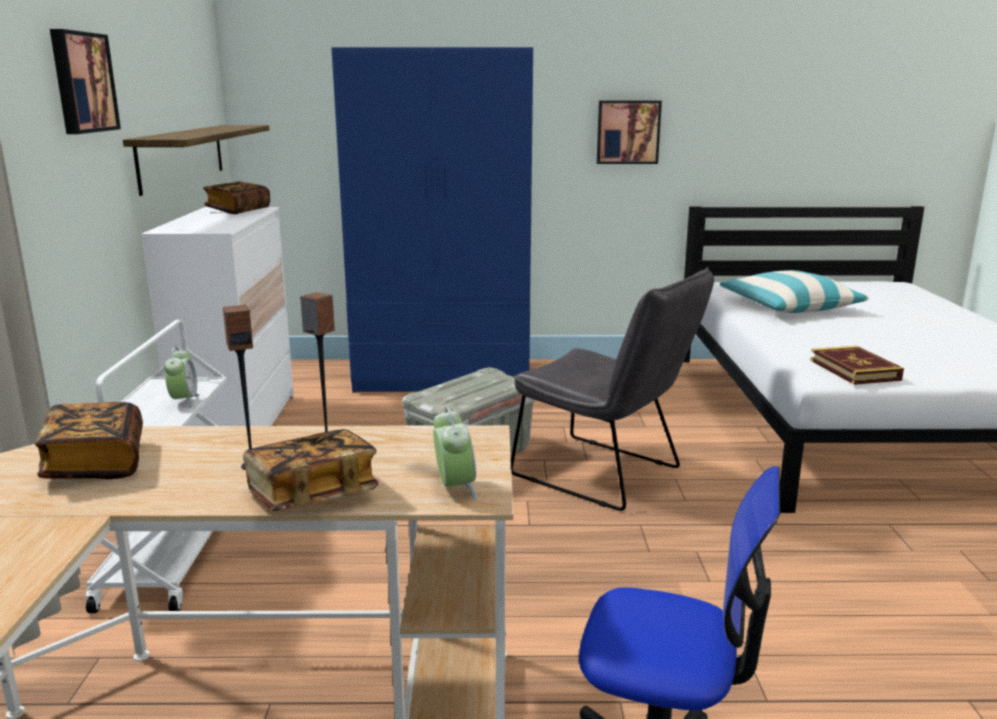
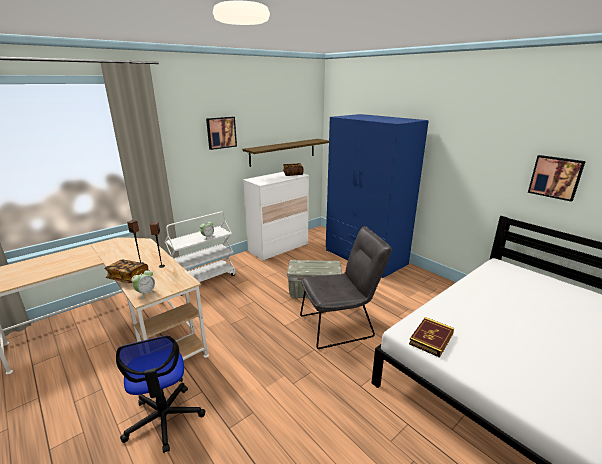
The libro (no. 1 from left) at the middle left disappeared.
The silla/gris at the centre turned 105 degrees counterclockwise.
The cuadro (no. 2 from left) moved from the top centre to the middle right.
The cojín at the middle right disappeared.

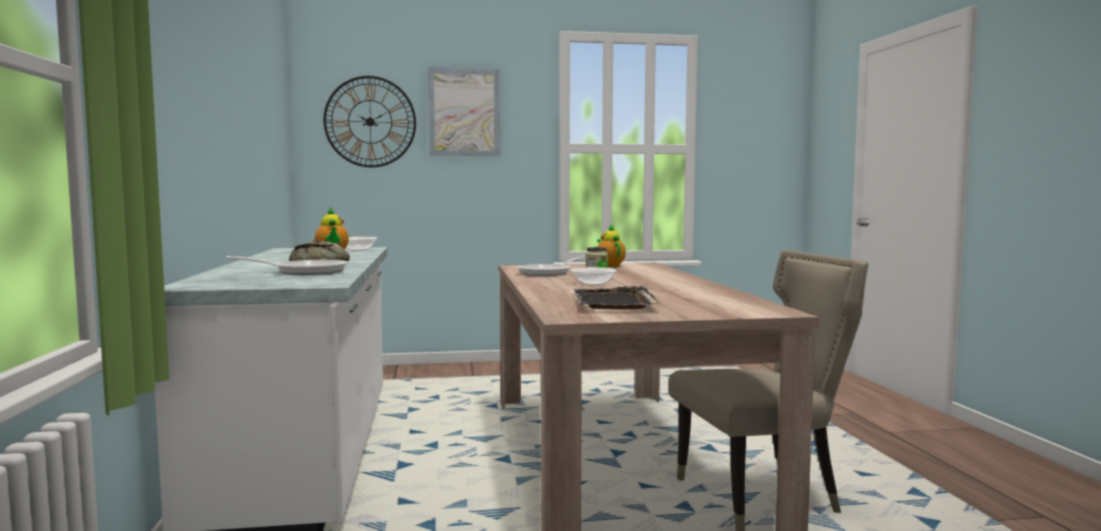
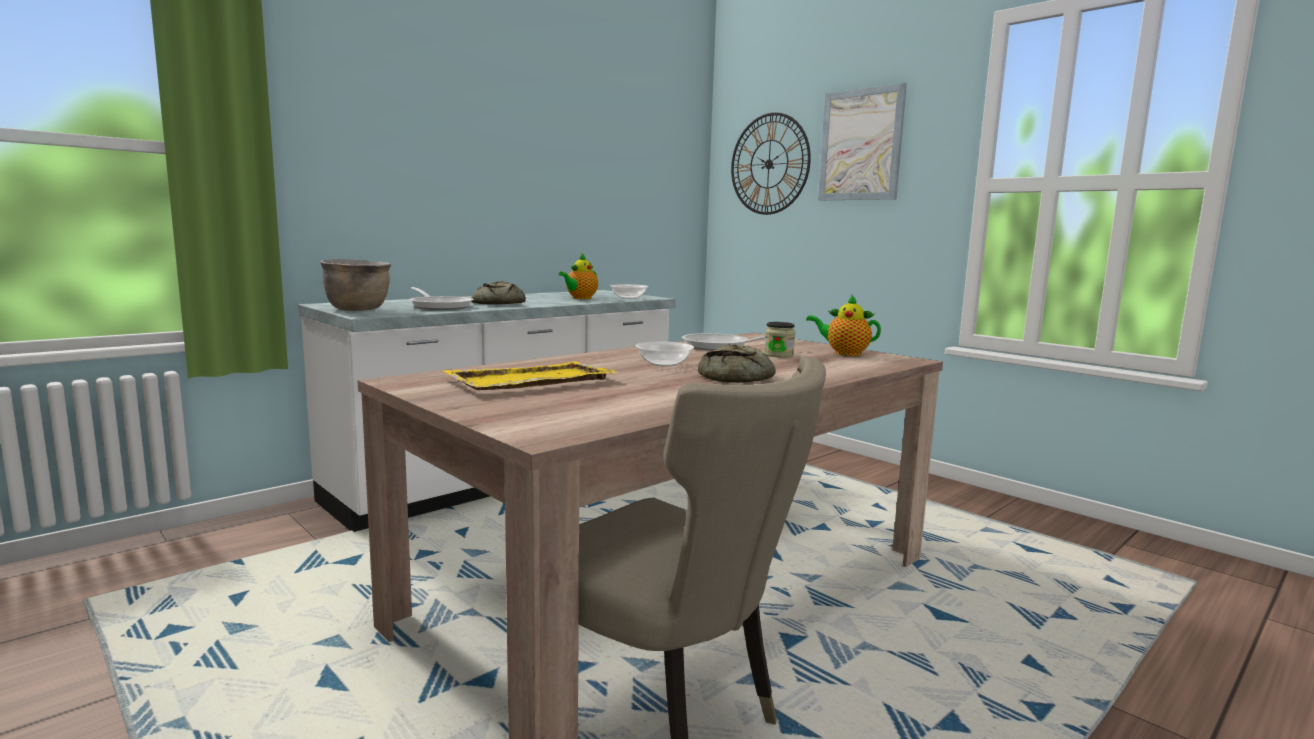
The bandeja/negro at the centre became the bandeja/amarillo at the centre.
The tetera (no. 2 from left) at the centre turned 105 degrees counterclockwise.
The olla/marrón at the middle left appeared.
The pan (no. 2 from left) at the centre appeared.

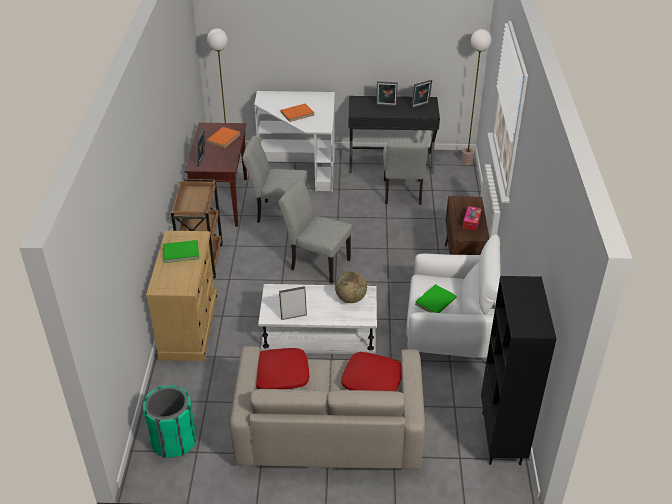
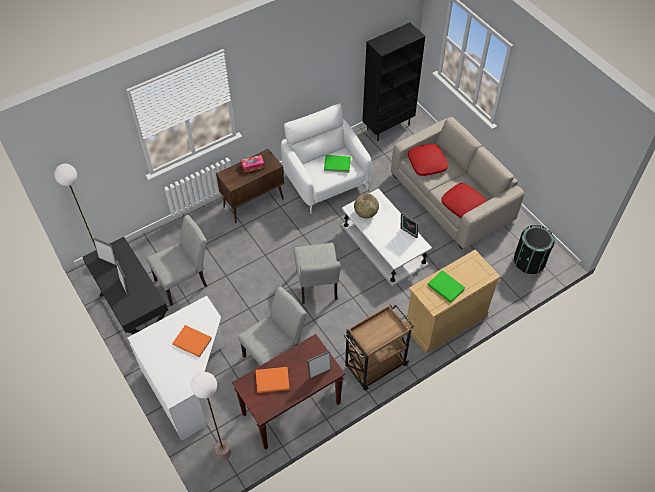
The papelera/verde at the bottom left became the papelera/negro at the middle right.
The silla/gris (no. 1 from left in the first image) at the centre turned 105 degrees counterclockwise.

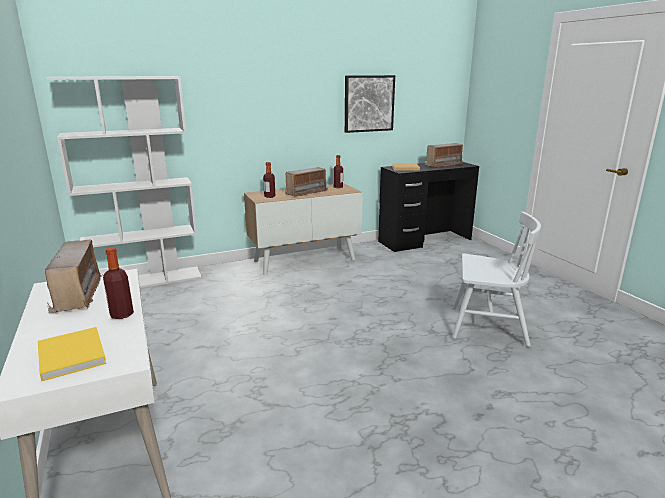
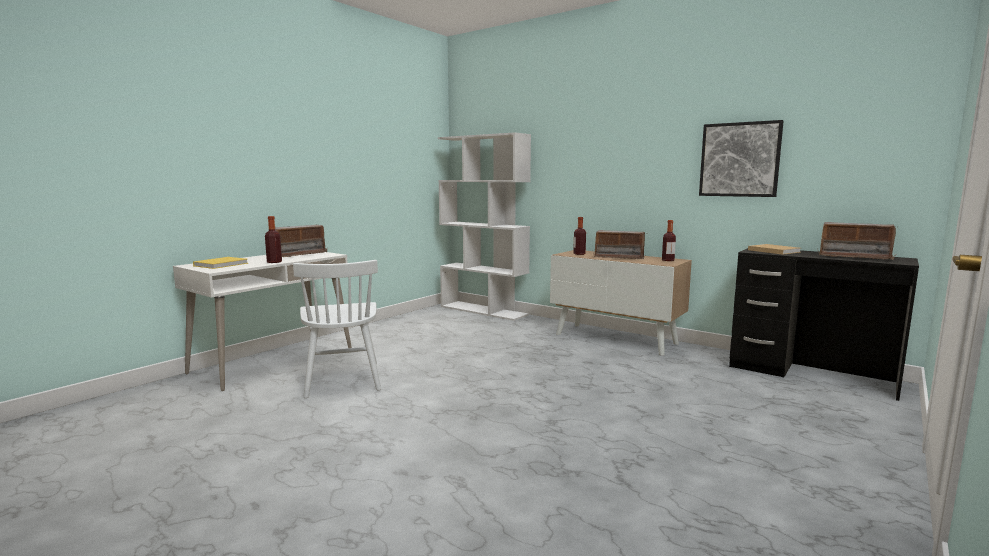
The silla/blanco moved from the middle right to the centre.

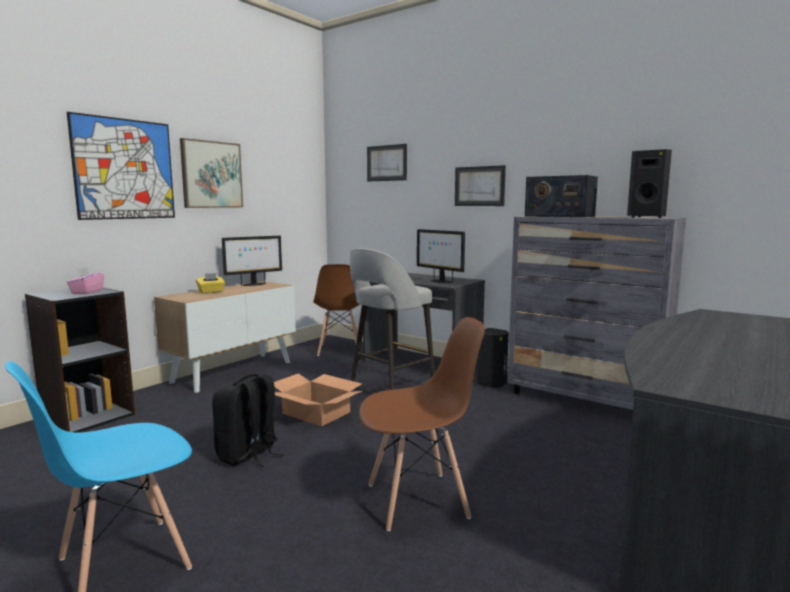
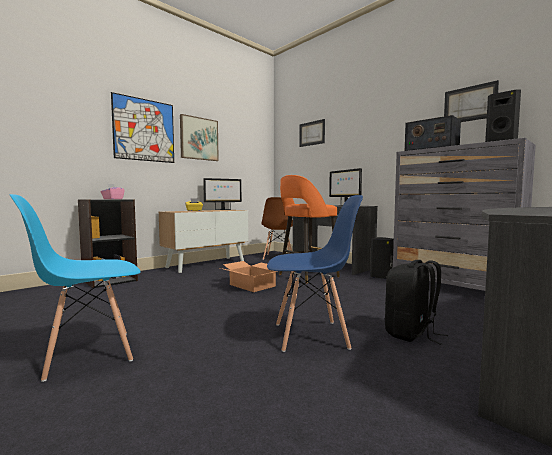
The mochila/negro moved from the bottom left to the middle right.
The taburete/gris at the centre became the taburete/naranja at the centre.
The silla/marrón (no. 2 from left) at the bottom centre became the silla/azul (no. 2 from left) at the centre.
The cuadro (no. 4 from left) moved from the top centre to the top right.

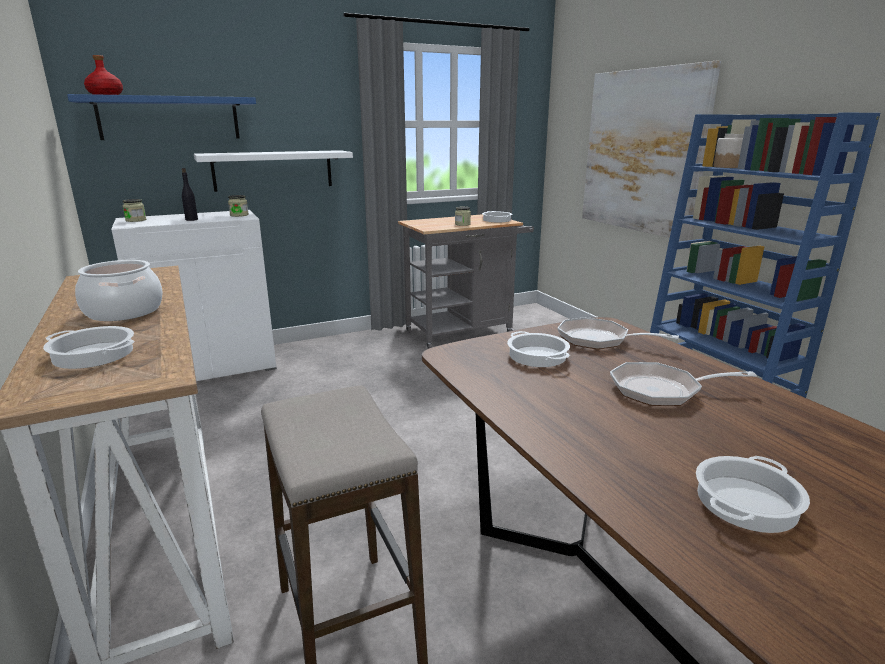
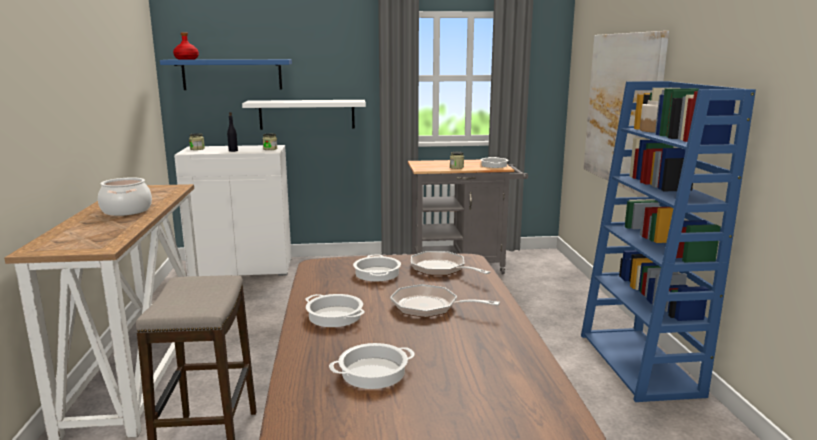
The olla (no. 1 from left in the first image) moved from the middle left to the bottom centre.

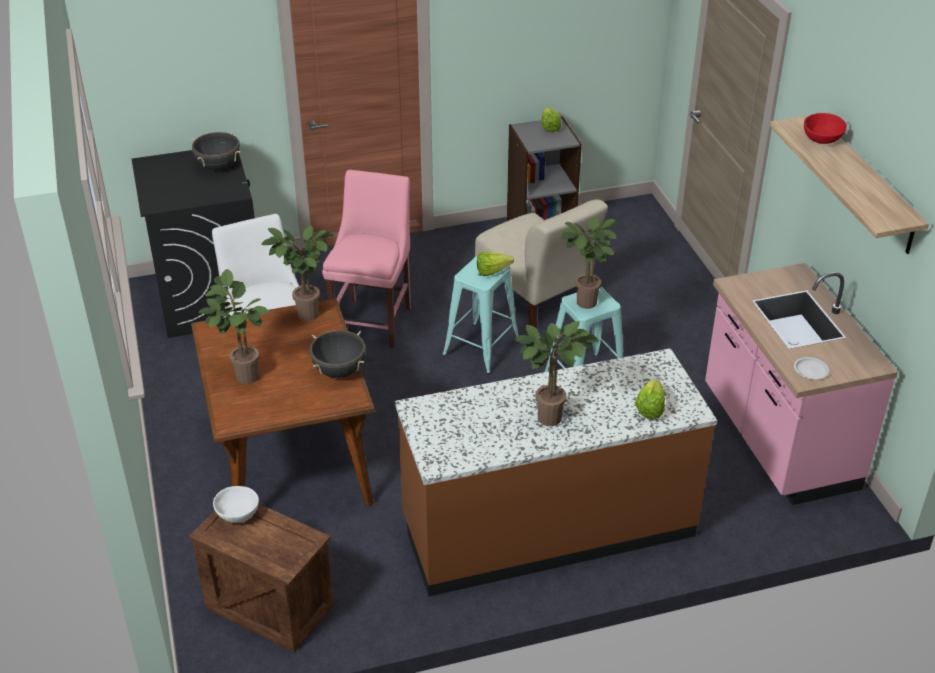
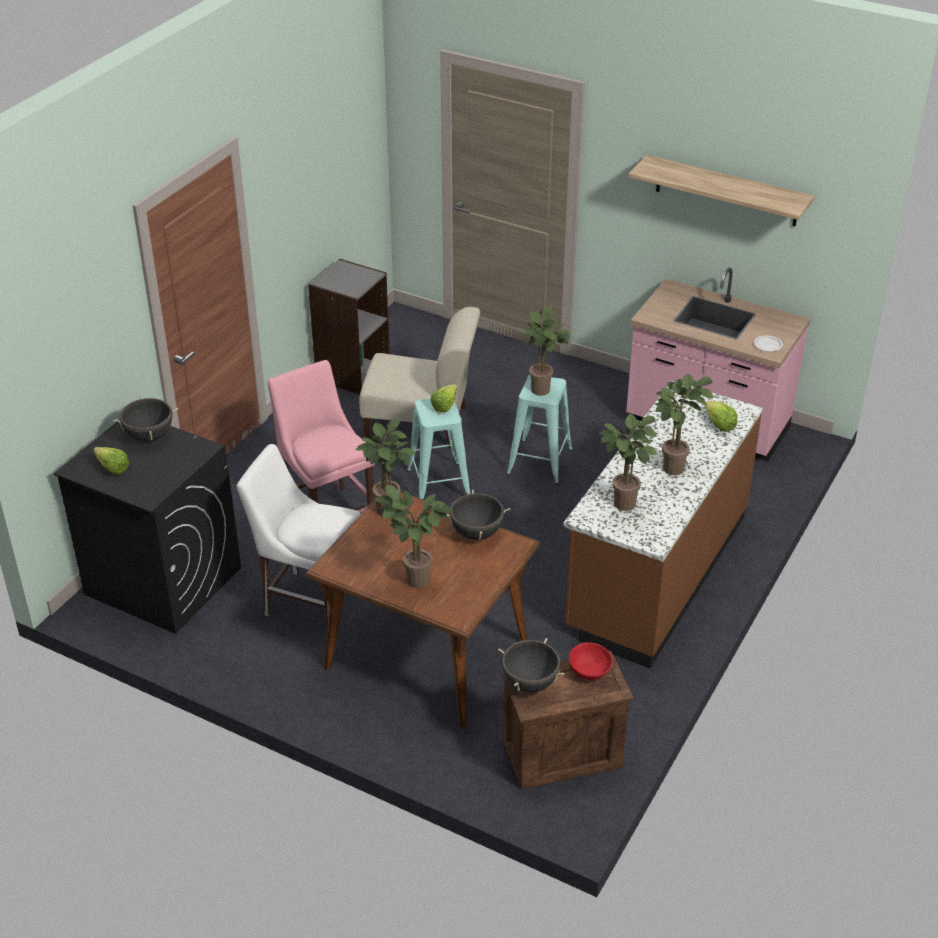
The cuenco/blanco at the bottom left was replaced by the olla/negro (no. 3 from left) at the bottom centre.
The lechuga (no. 2 from left in the first image) moved from the top centre to the middle left.
The cuenco/rojo moved from the top right to the bottom centre.
The planta en maceta (no. 4 from left) at the middle right appeared.

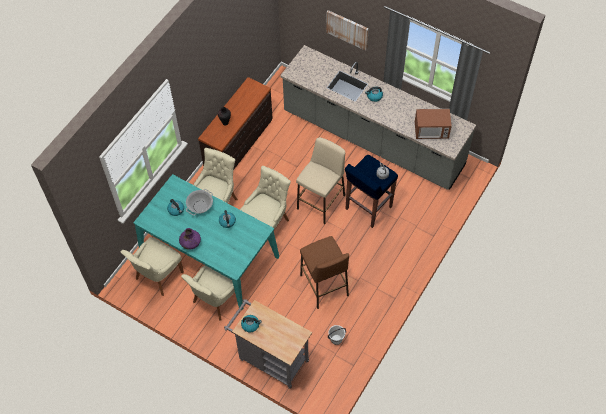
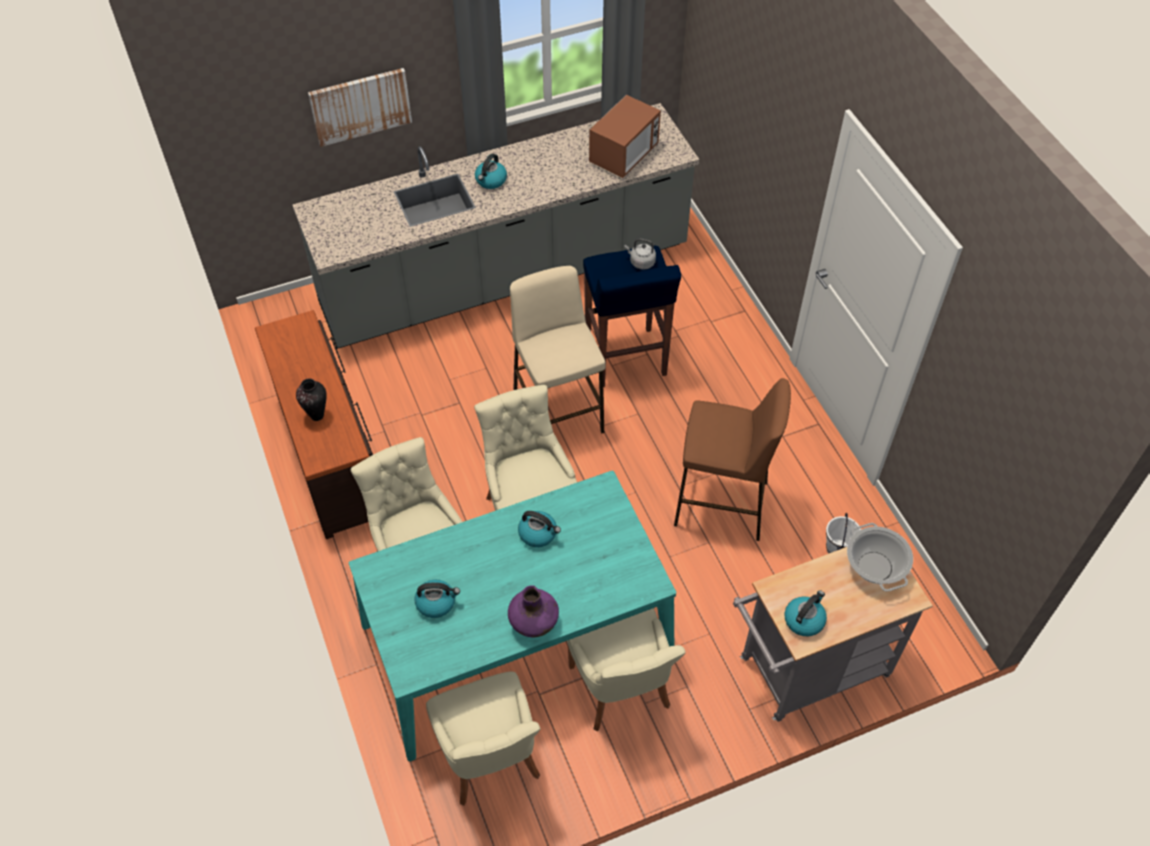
The olla moved from the middle left to the middle right.

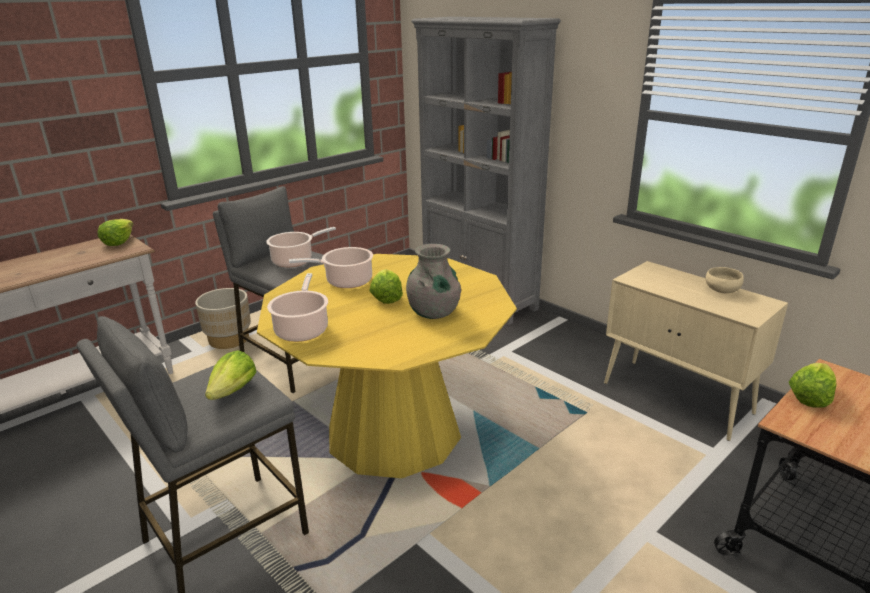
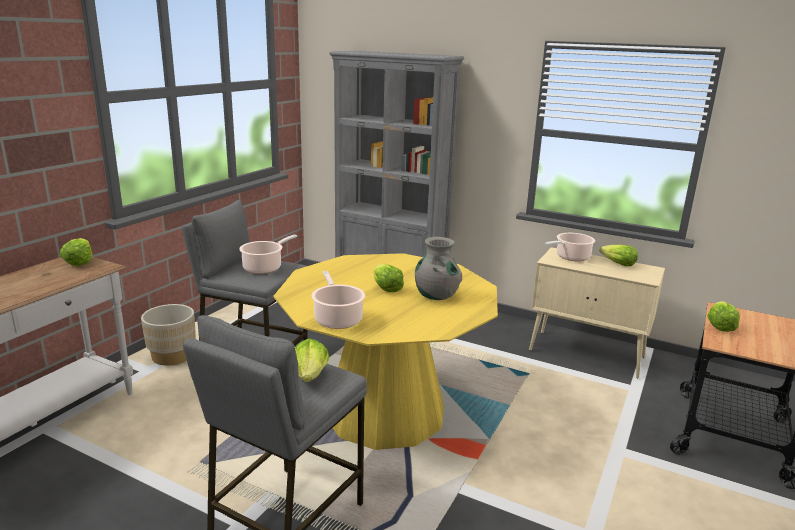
The olla (no. 3 from left) moved from the centre to the middle right.
The cuenco/beis at the middle right was replaced by the lechuga (no. 4 from left) at the middle right.

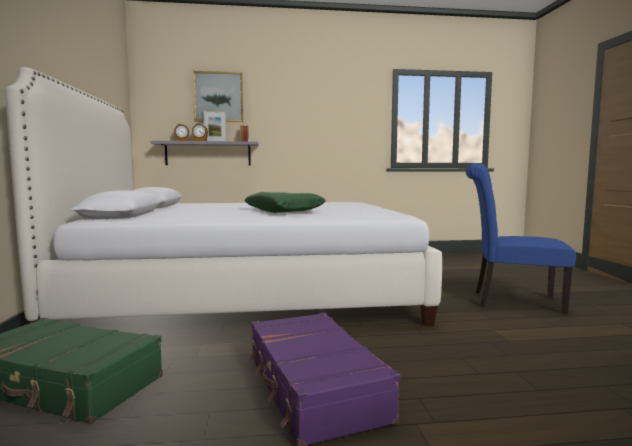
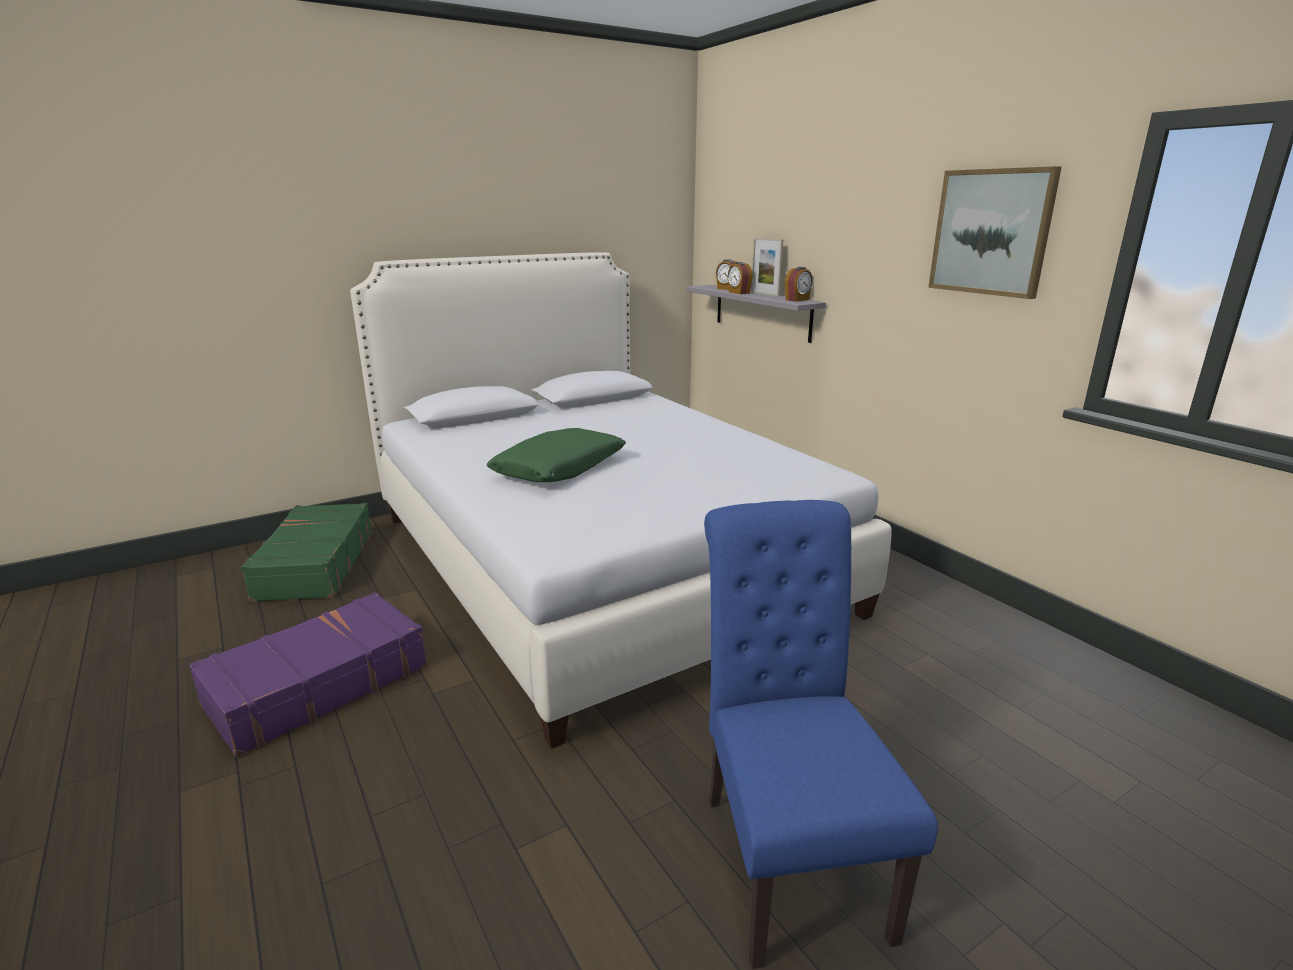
The cuadro moved from the top centre to the top right.

